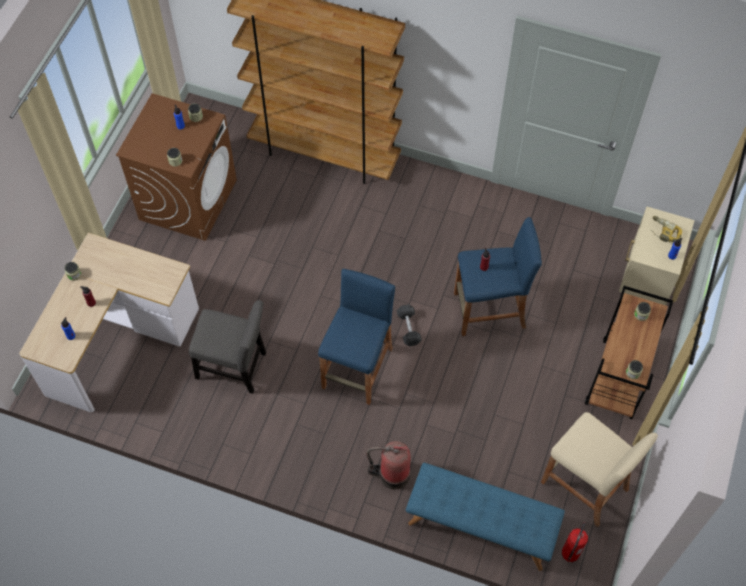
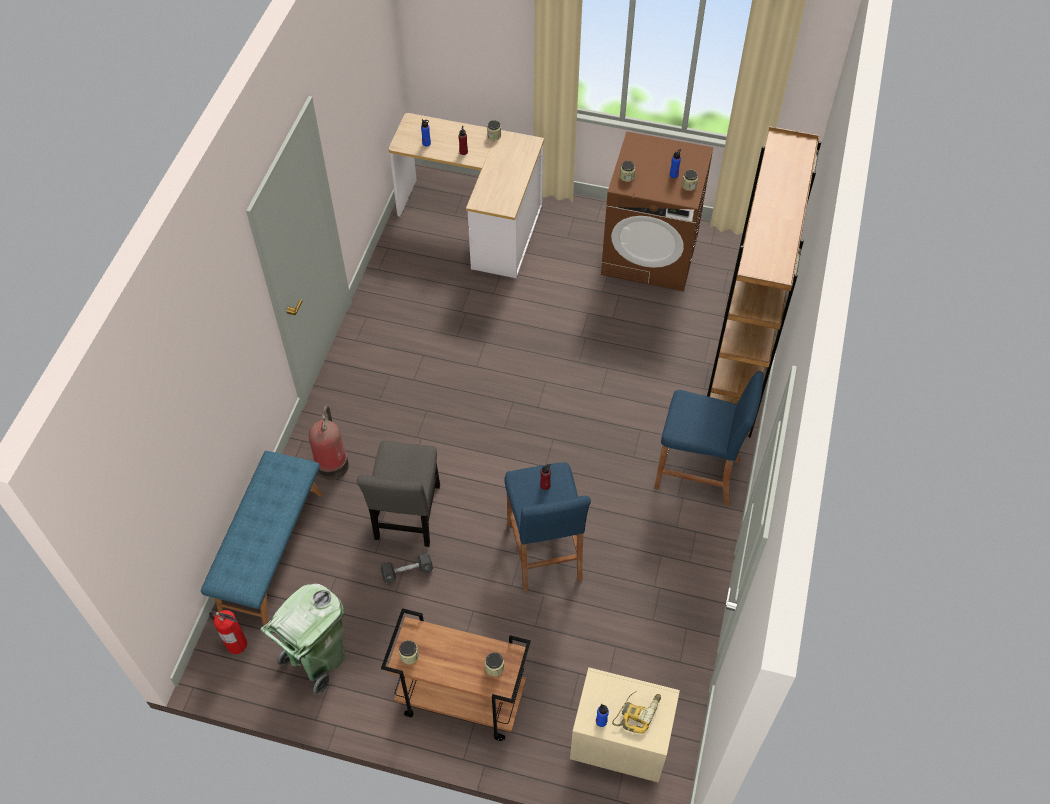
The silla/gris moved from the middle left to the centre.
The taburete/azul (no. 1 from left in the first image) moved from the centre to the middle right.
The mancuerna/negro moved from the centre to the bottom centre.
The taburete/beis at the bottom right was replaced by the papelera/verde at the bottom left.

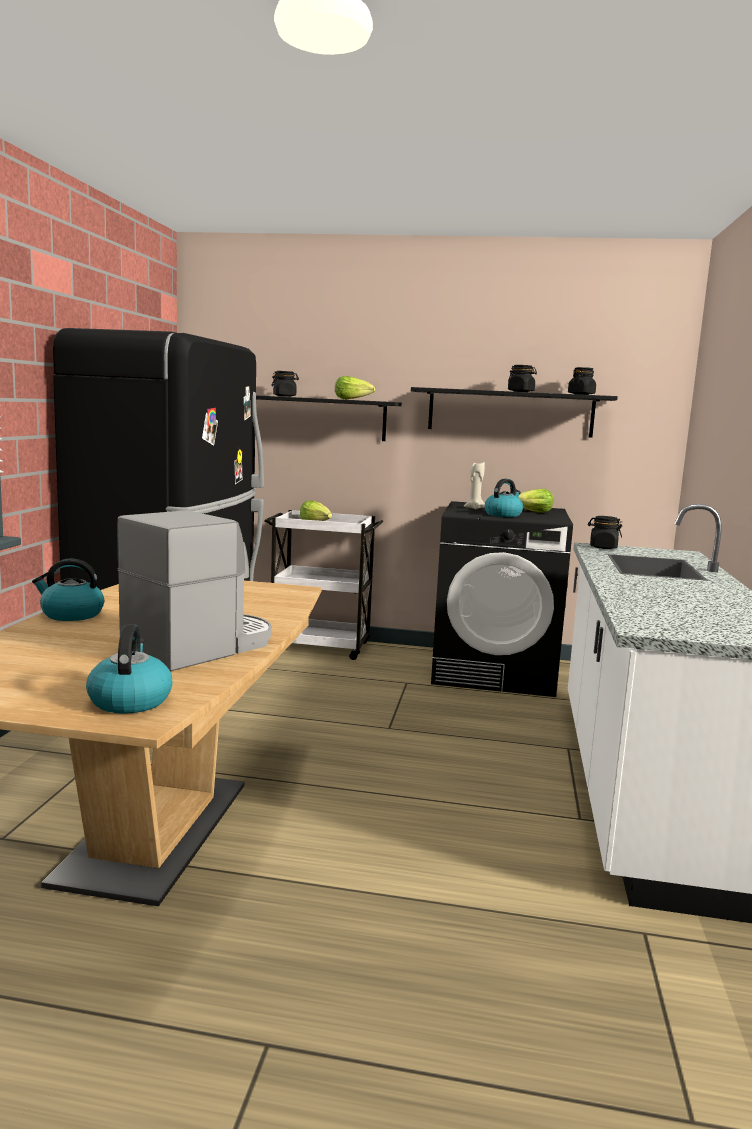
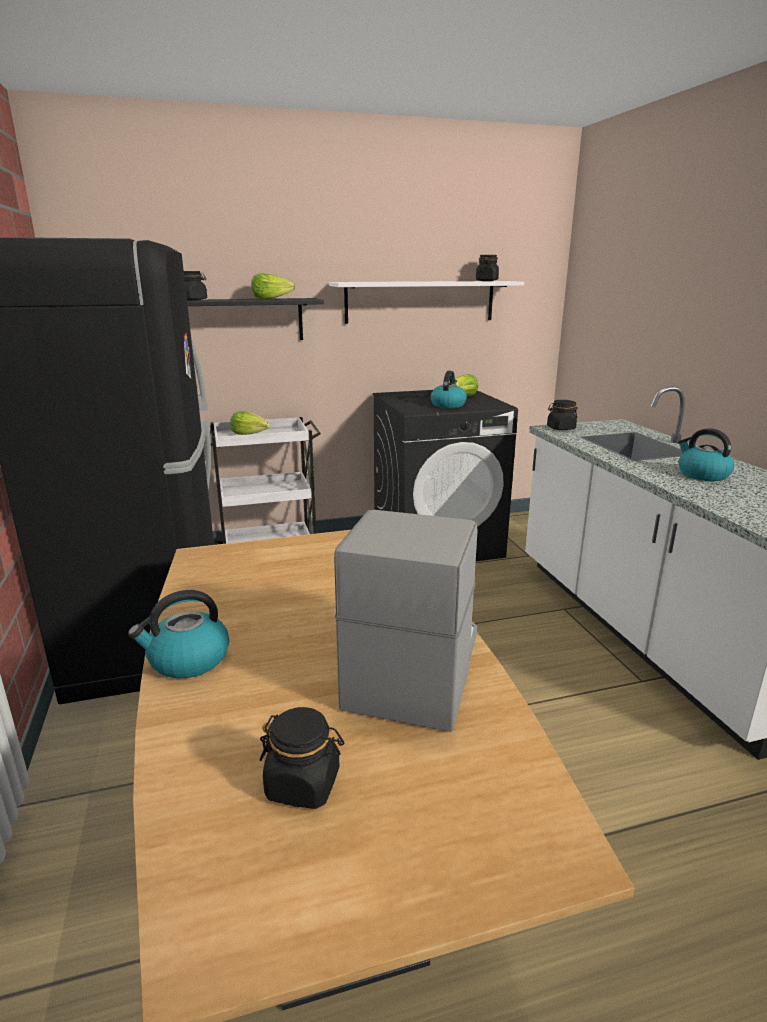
The hervidor (no. 2 from left in the first image) moved from the middle left to the middle right.
The estante/negro (no. 2 from left) at the middle right became the estante/blanco at the top centre.
The vela/beis at the centre disappeared.
The tarro/negro (no. 2 from left) moved from the middle right to the bottom centre.

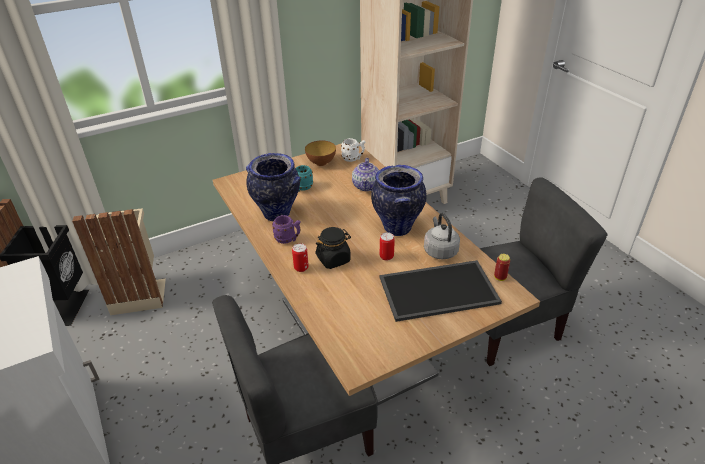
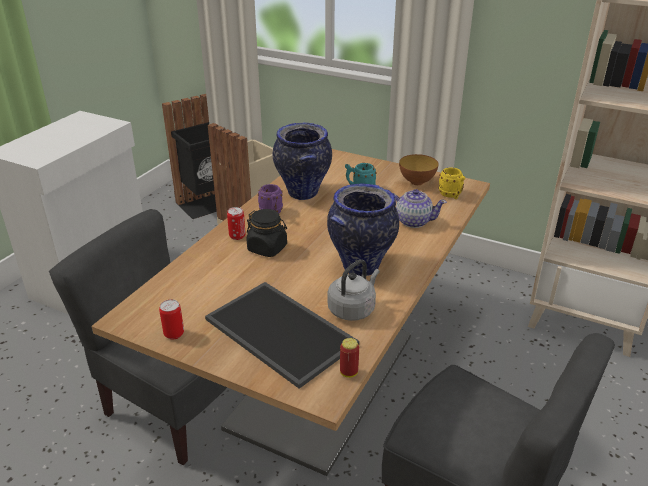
The taza grande/blanco at the top centre became the taza grande/amarillo at the middle right.
The tetera at the centre turned 135 degrees counterclockwise.
The lata (no. 2 from left in the first image) moved from the centre to the middle left.

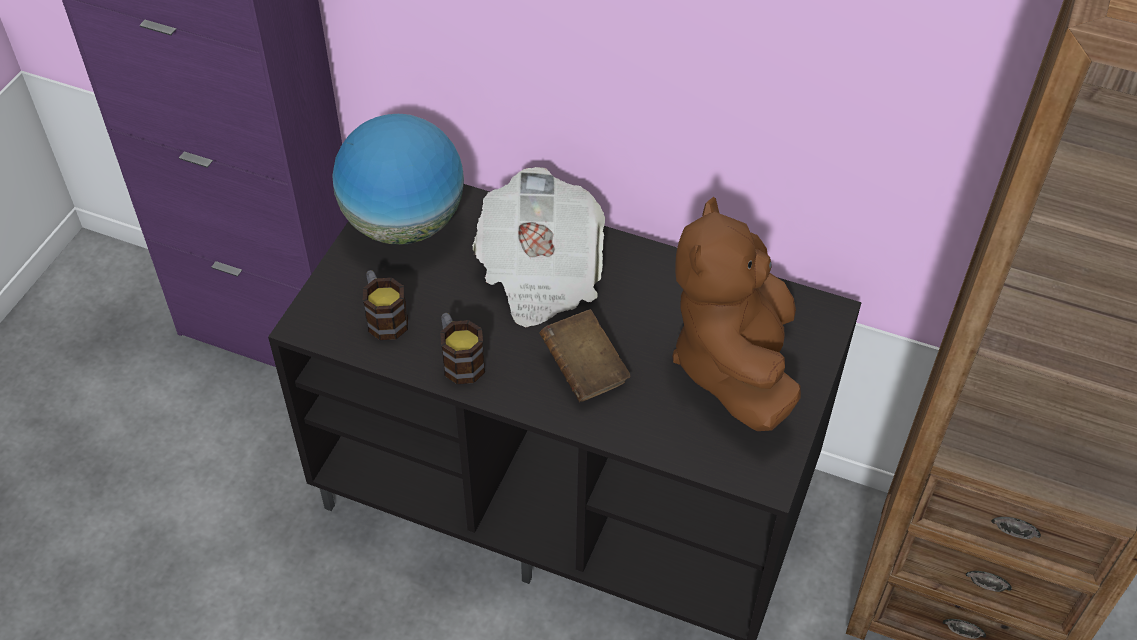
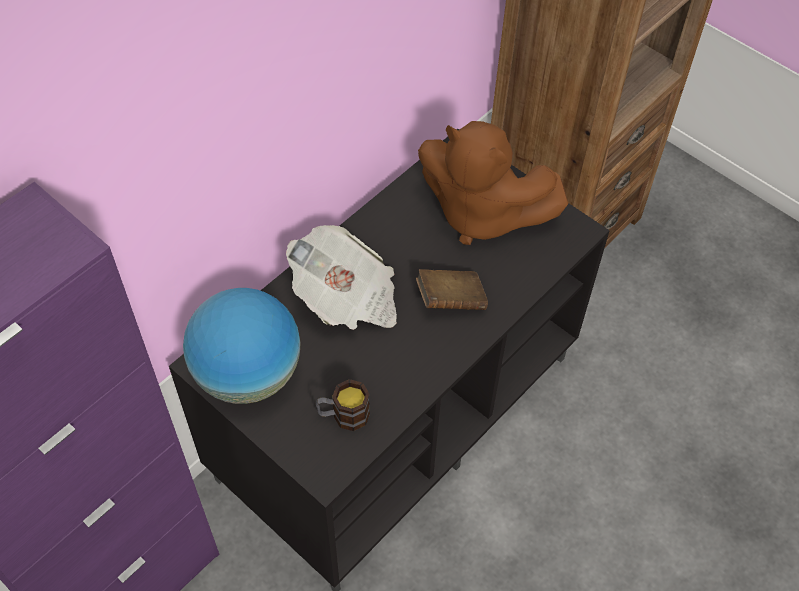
The taza grande (no. 2 from left) at the centre disappeared.

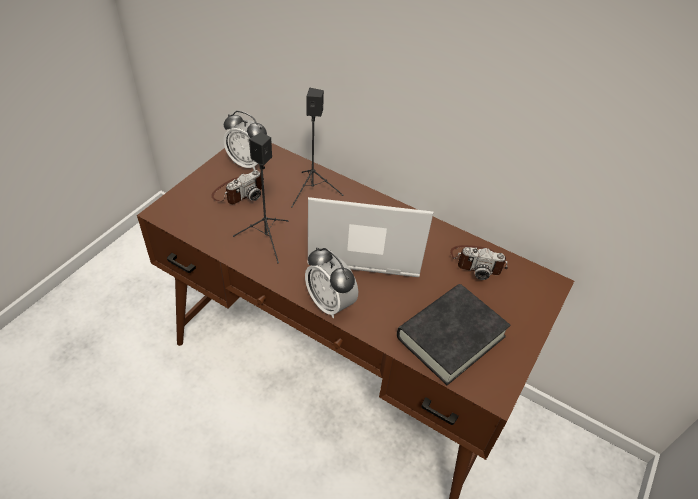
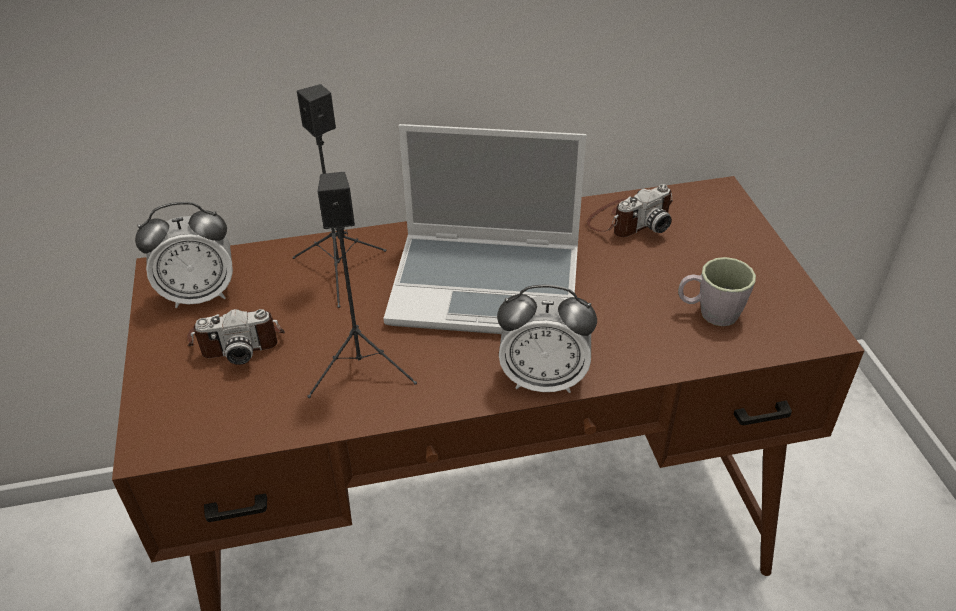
The cámara (no. 1 from left) at the centre turned 75 degrees clockwise.
The portátil at the centre turned 135 degrees counterclockwise.
The libro/negro at the bottom centre was replaced by the taza grande/gris at the middle right.

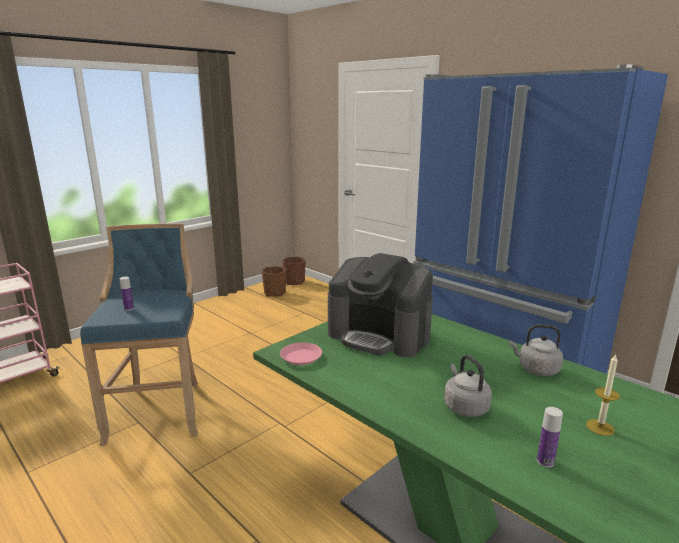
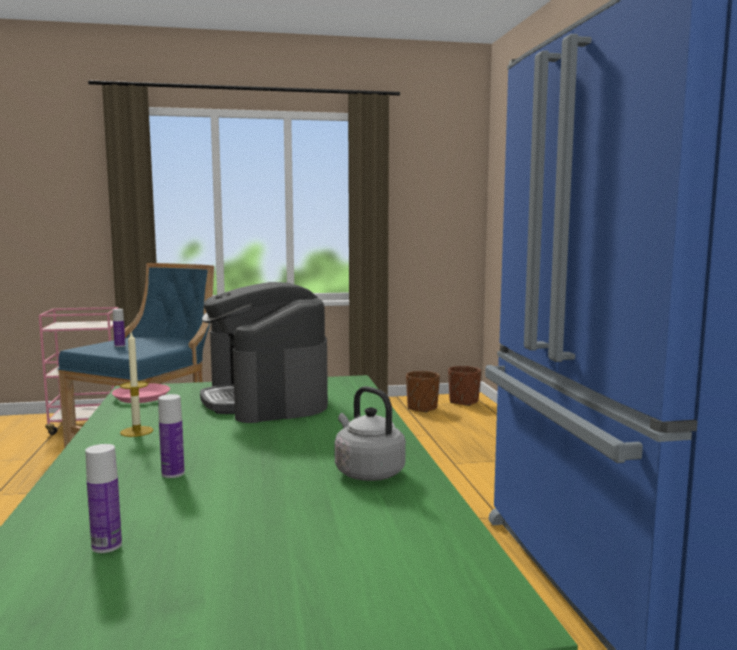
The hervidor/gris (no. 1 from left) at the bottom right was replaced by the botella (no. 3 from left) at the bottom left.
The vela moved from the bottom right to the middle left.

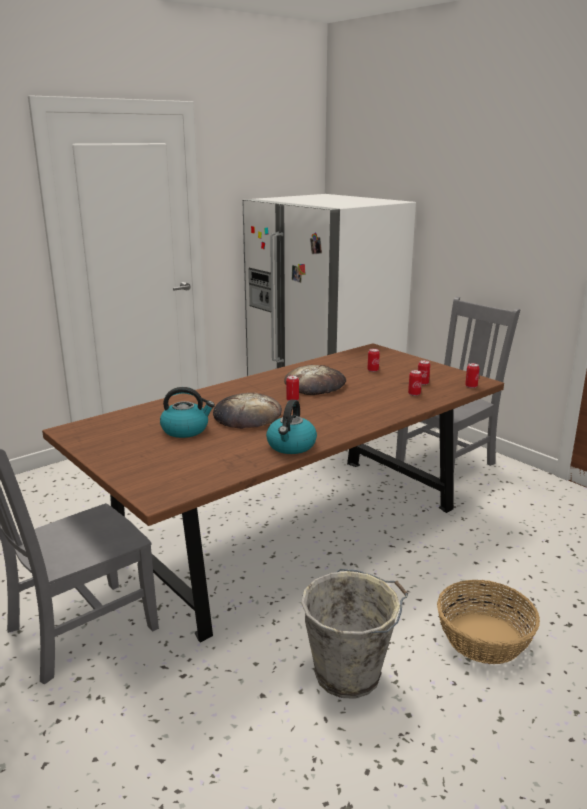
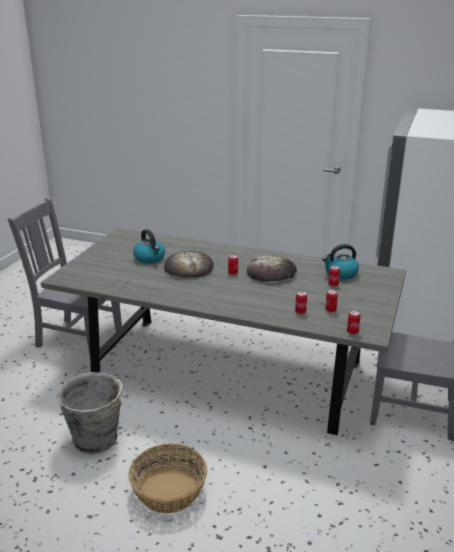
The mesa de comedor/marrón at the centre became the mesa de comedor/gris at the centre.
The hervidor (no. 2 from left) moved from the centre to the middle right.

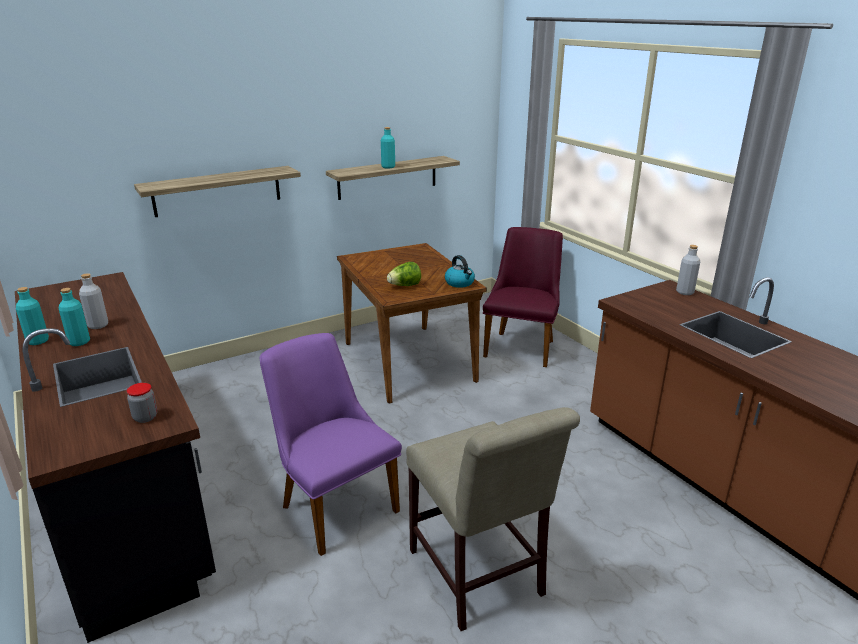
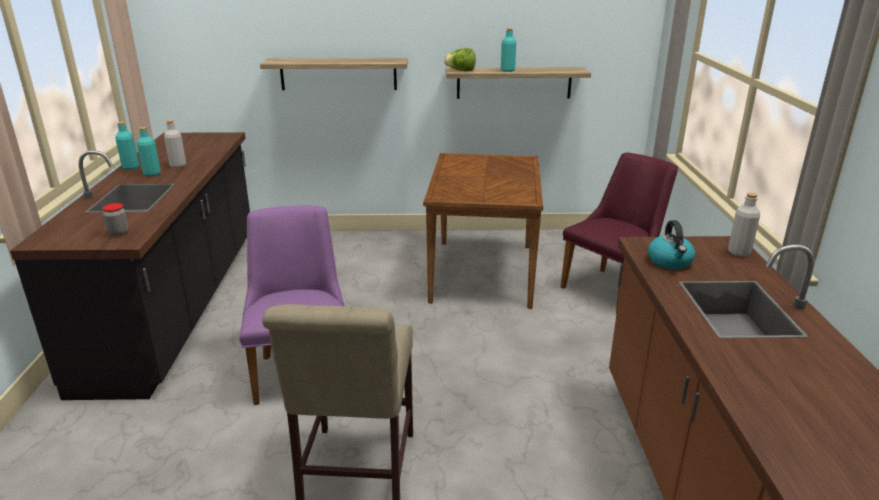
The lechuga moved from the centre to the top centre.
The hervidor moved from the centre to the middle right.

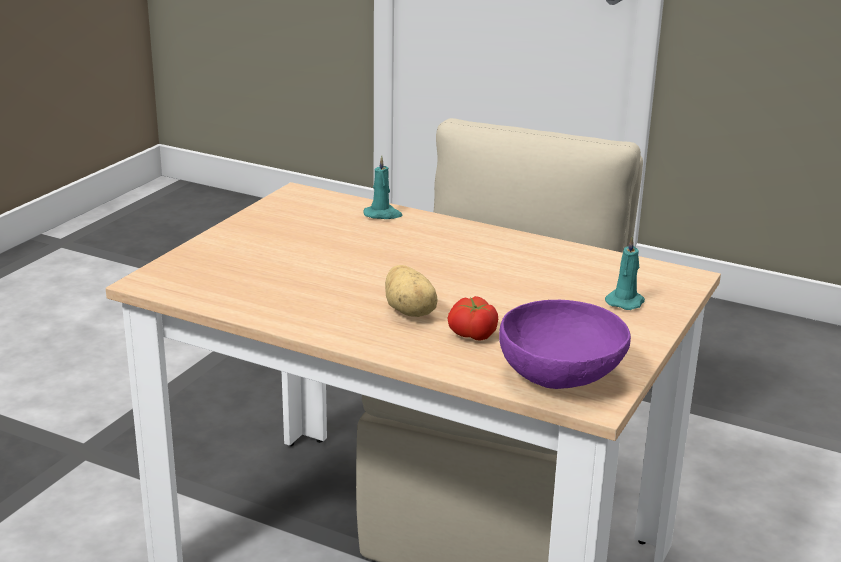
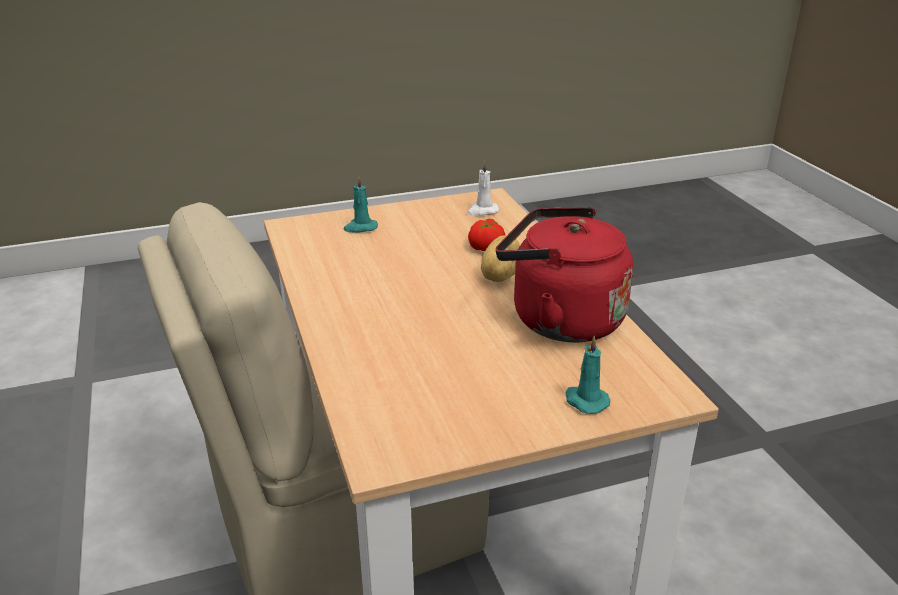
The vela/turquesa (no. 1 from left in the first image) moved from the top centre to the centre.
The cuenco/morado at the middle right was replaced by the vela/blanco at the top centre.
The hervidor/rojo at the centre appeared.

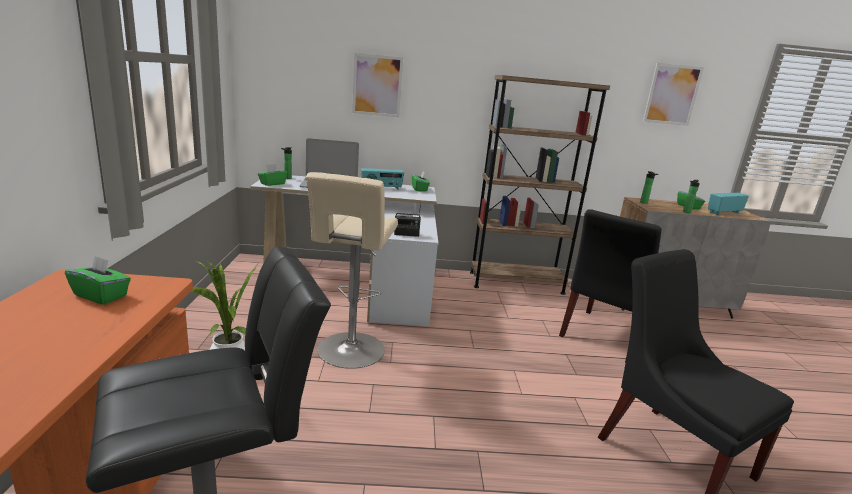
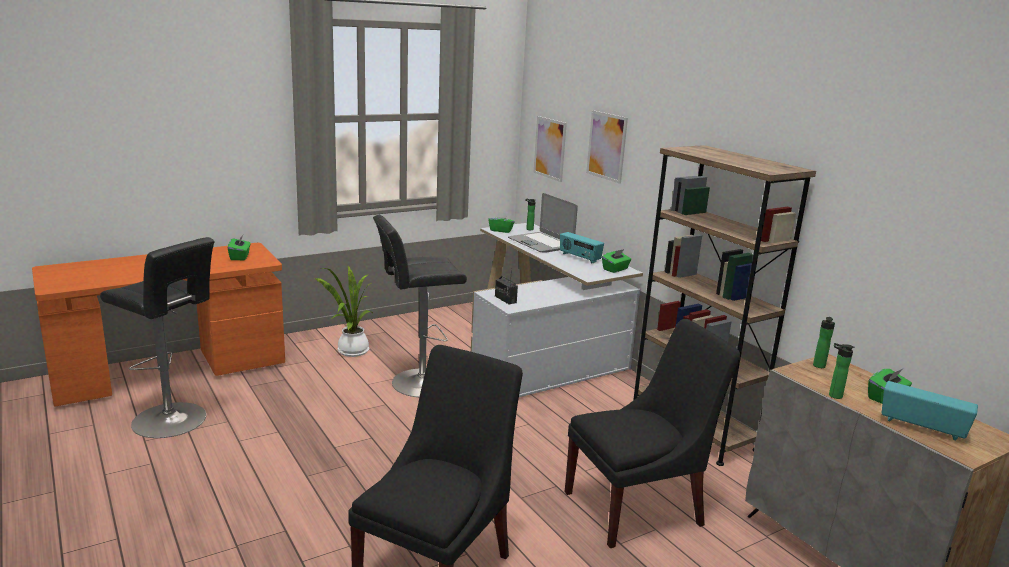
The taburete/beis at the centre became the taburete/negro (no. 2 from left) at the centre.
The silla/negro (no. 1 from left in the first image) at the middle right turned 150 degrees clockwise.
The cuadro (no. 2 from left in the first image) moved from the top right to the top centre.

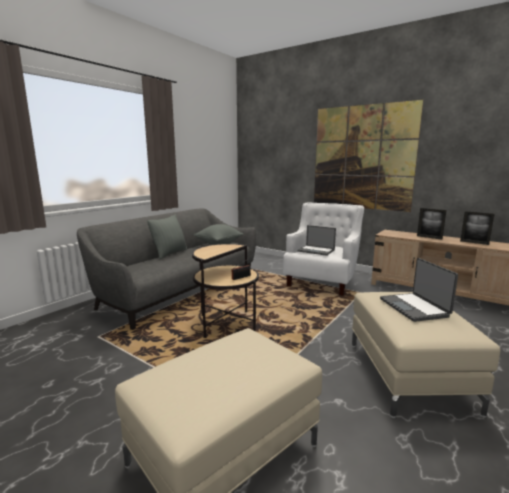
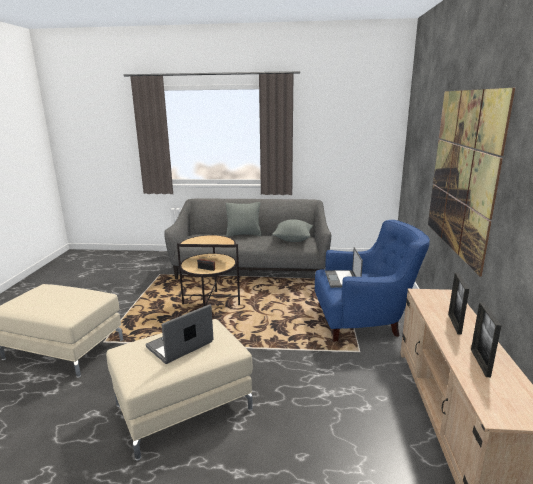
The sillón/blanco at the centre became the sillón/azul at the middle right.

